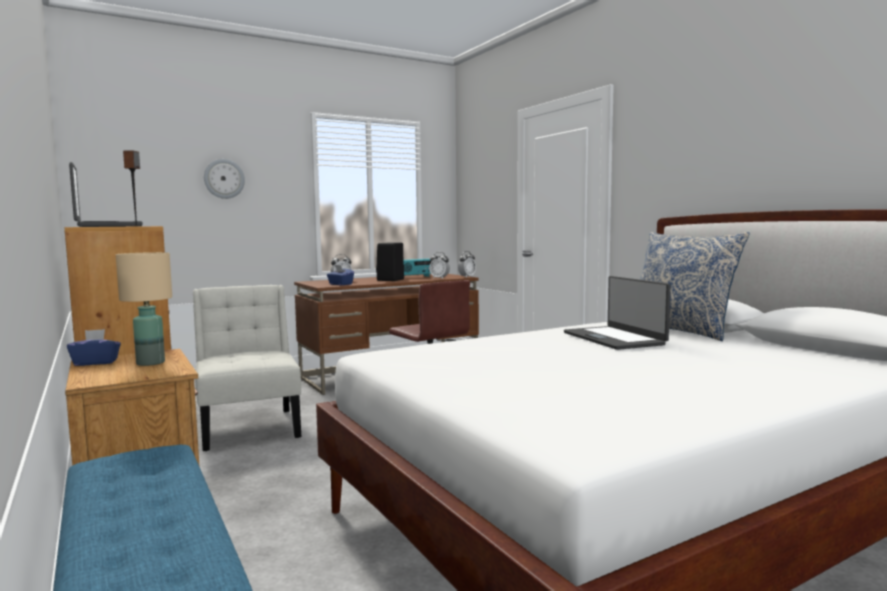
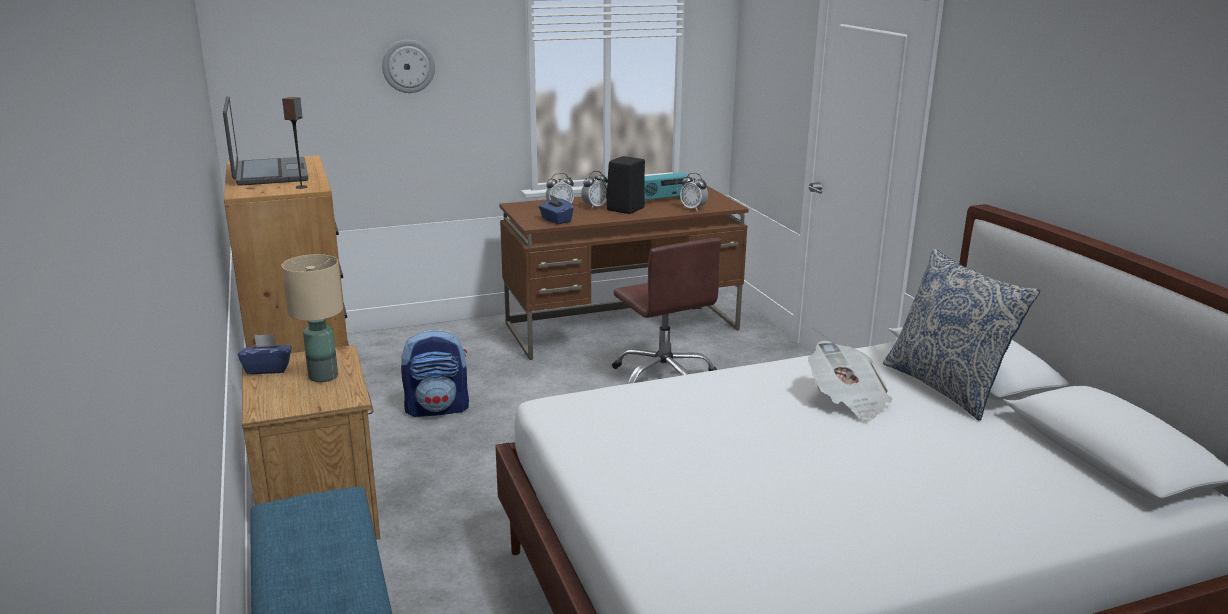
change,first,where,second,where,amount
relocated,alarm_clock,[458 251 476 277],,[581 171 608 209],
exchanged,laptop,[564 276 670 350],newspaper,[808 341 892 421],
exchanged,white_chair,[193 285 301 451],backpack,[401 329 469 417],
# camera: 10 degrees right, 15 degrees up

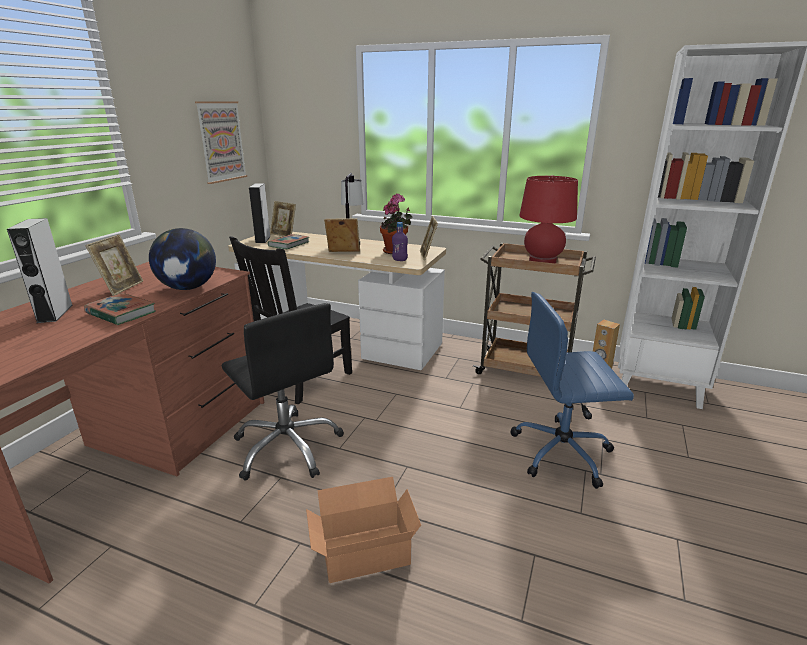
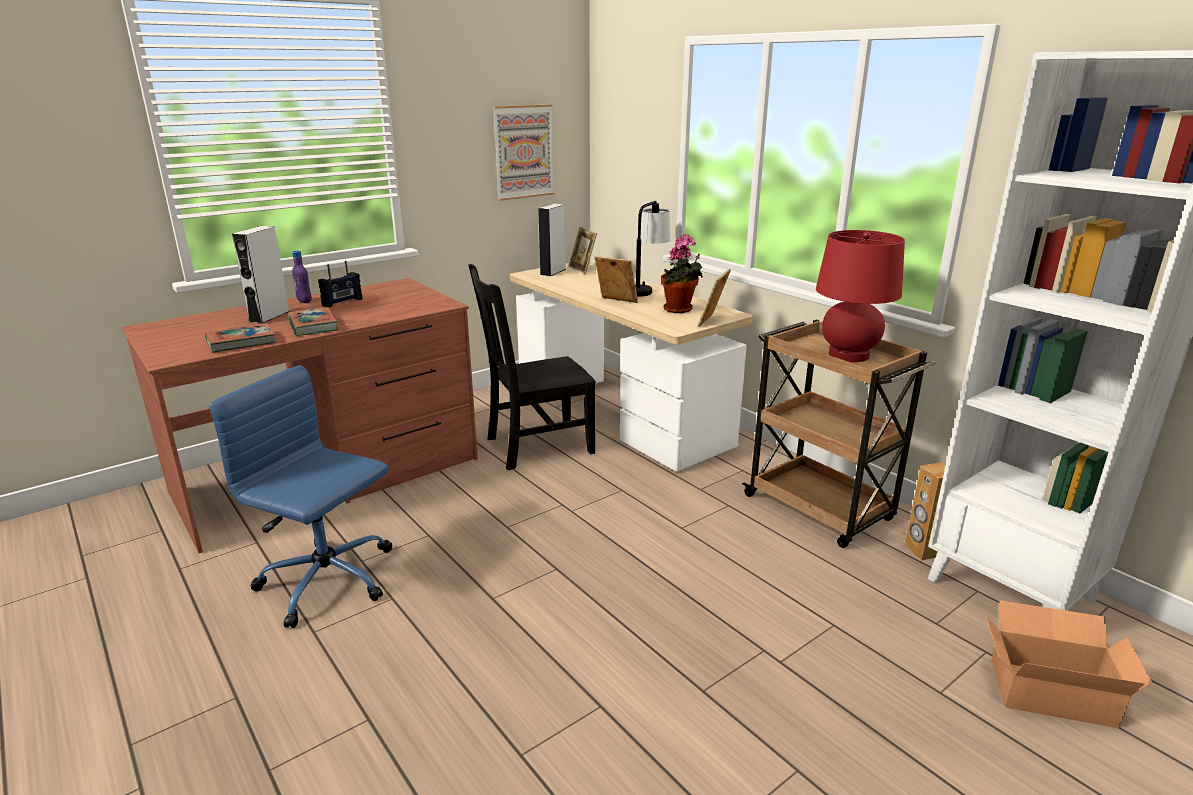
change,first,where,second,where,amount
relocated,purple_bottle,[392 222 408 261],,[292 251 312 303],
missing,globe,[149 228 216 290],,,
exchanged,picture_frame,[85 234 143 296],radio,[318 261 362 308],
relocated,book,[268 234 309 249],,[205 323 277 353],
relocated,blue_office_chair,[510 292 634 489],,[209 365 392 628],
missing,black_office_chair,[222 303 344 481],,,
relocated,cardboard_box,[306 477 421 583],,[986 600 1152 728],
# camera: 30 degrees right, 0 degrees up

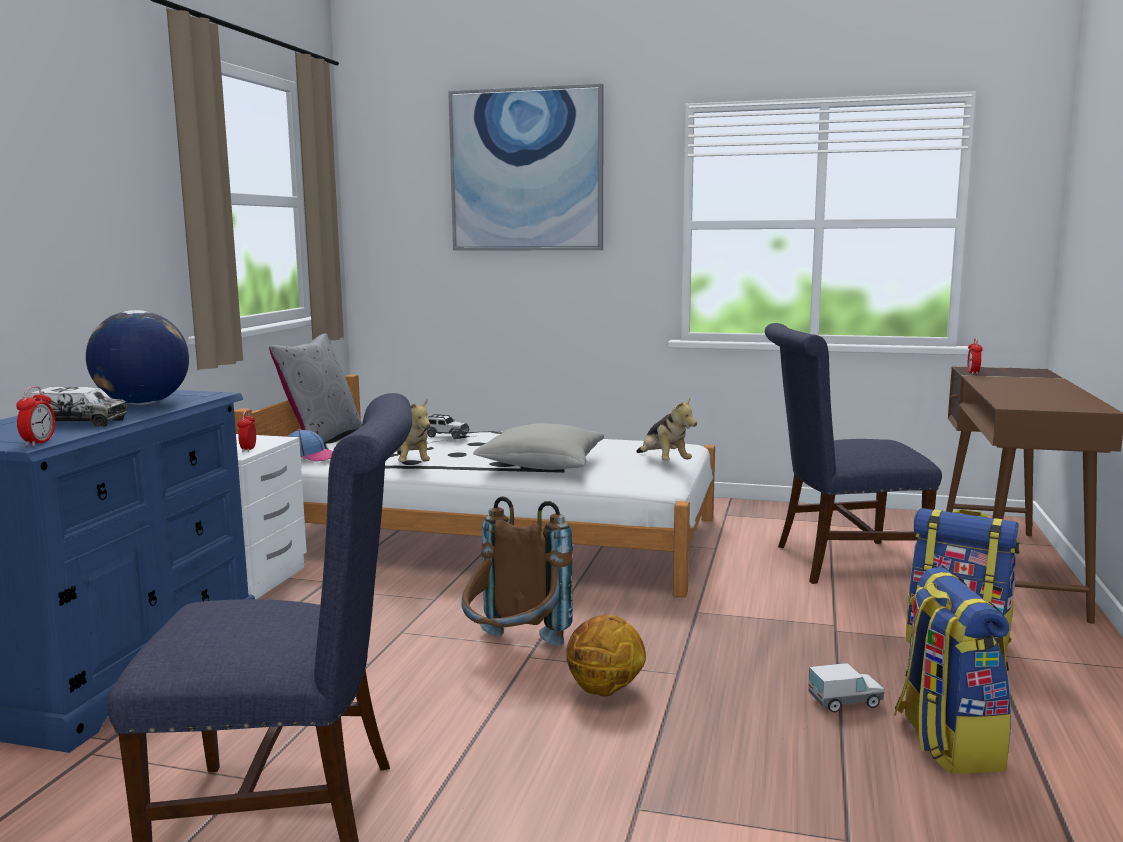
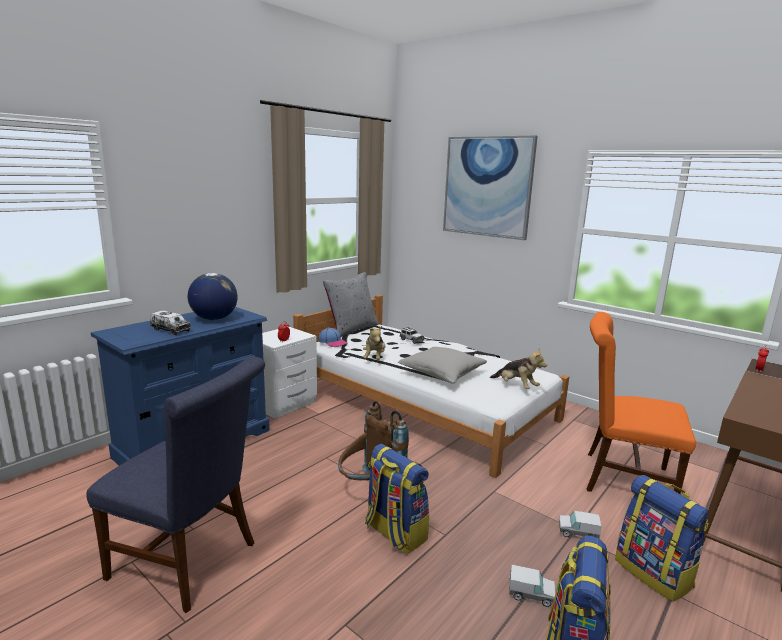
change,first,where,second,where,amount
colour,blue_chair,[765 323 942 584],orange_chair,[587 312 696 494],
missing,alarm_clock,[16 386 55 446],,,
spun,plush_toy,[636 398 697 460],,[490 348 547 389],45 degrees counterclockwise
exchanged,basketball,[566 615 646 696],backpack,[365 444 429 554],
appeared,,,toy_truck,[559 511 602 538],
# camera: 25 degrees right, 5 degrees up

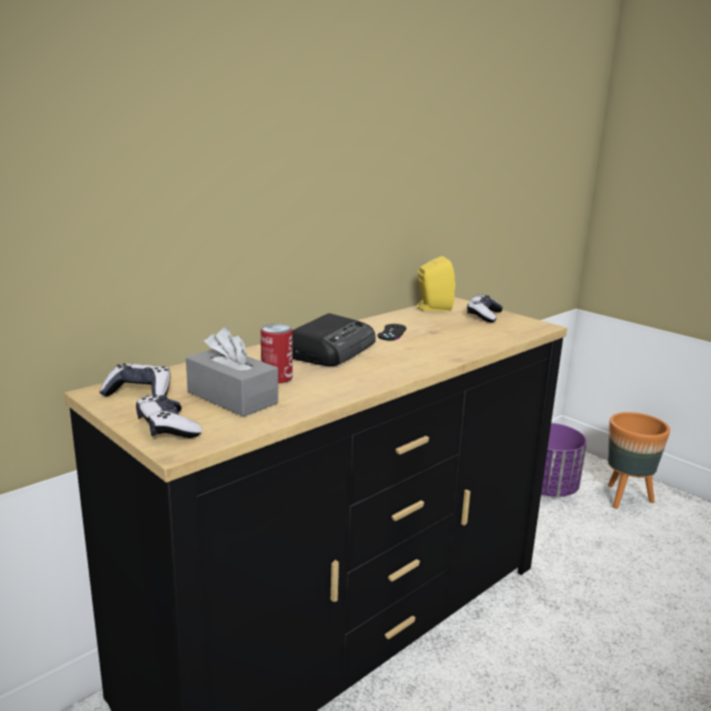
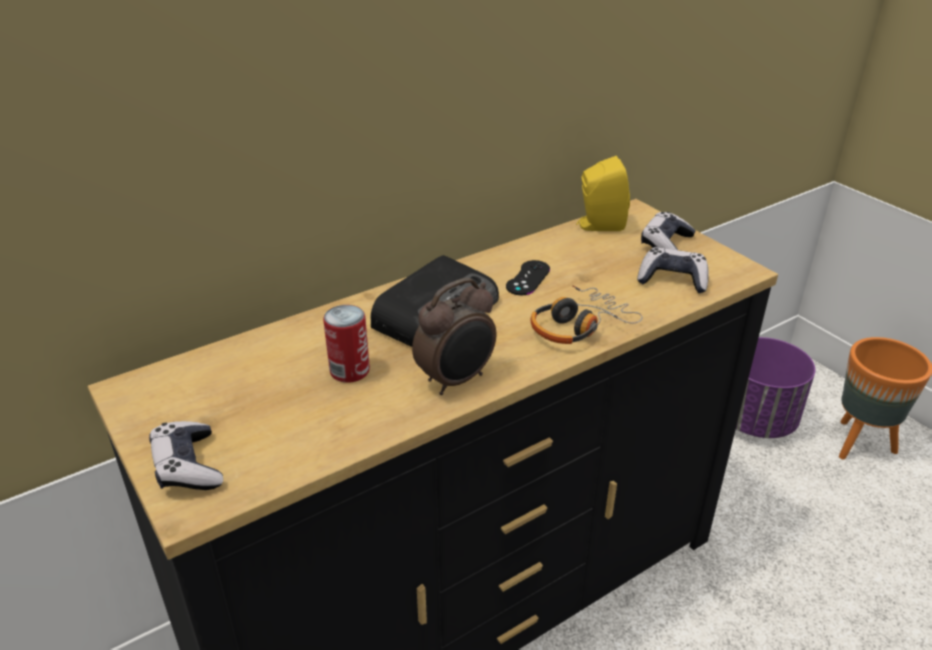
change,first,where,second,where,amount
missing,grey_tissue_box,[186 327 278 417],,,
relocated,game_controller,[99 364 171 397],,[637 247 709 293],
appeared,,,alarm_clock,[412 278 496 395],
appeared,,,headphones,[531 286 642 344],
# camera: 10 degrees right, 15 degrees up

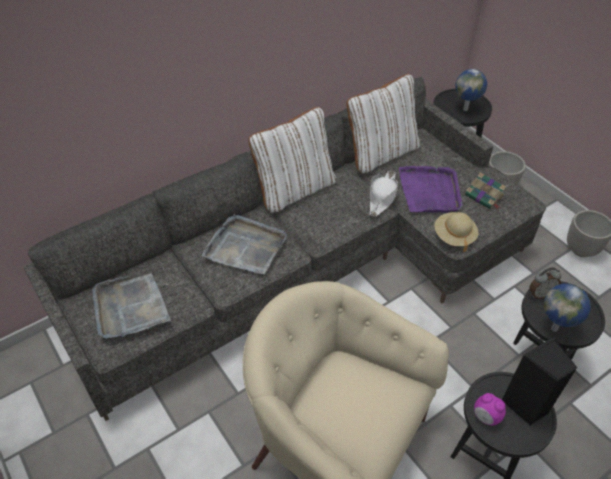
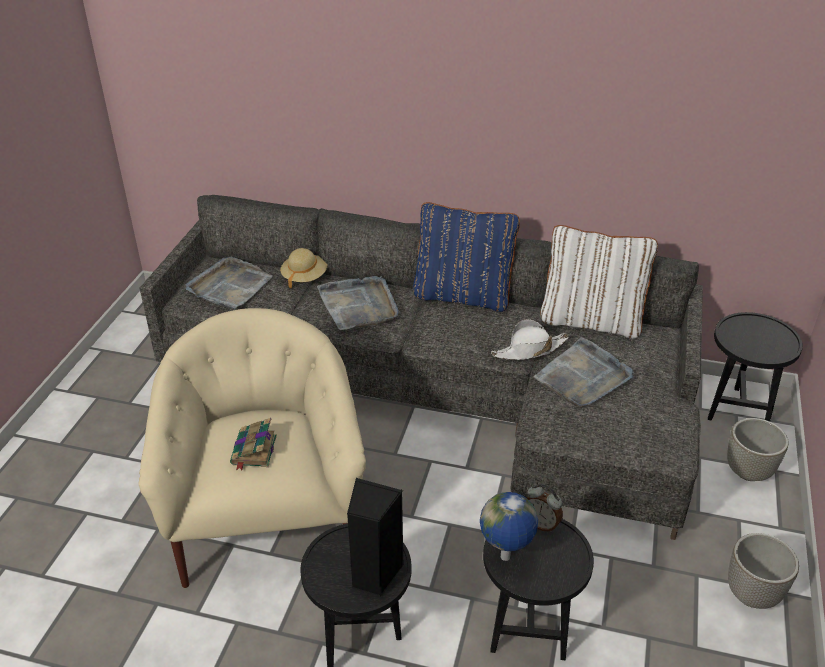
change,first,where,second,where,amount
missing,globe,[455 69 487 111],,,
colour,white_pillow,[248 107 336 213],blue_pillow,[413 202 520 312],
colour,purple_tray,[399 166 463 213],grey_tray,[534 337 634 408],
relocated,book,[465 172 506 209],,[230 418 277 470],
relocated,beige_hat,[434 212 479 252],,[280 248 328 289],
missing,alarm_clock,[474 393 506 426],,,
# camera: 50 degrees right, 10 degrees down

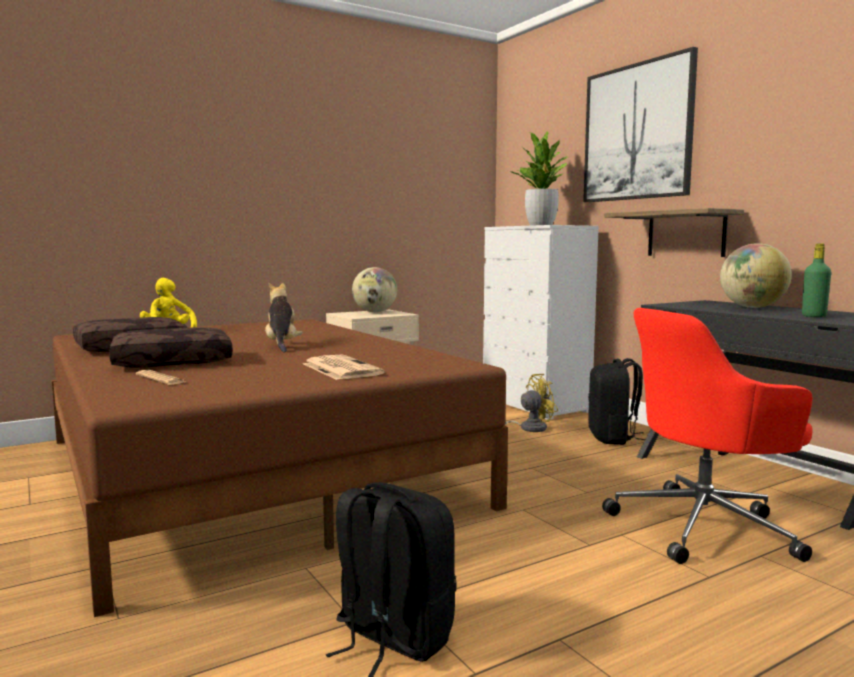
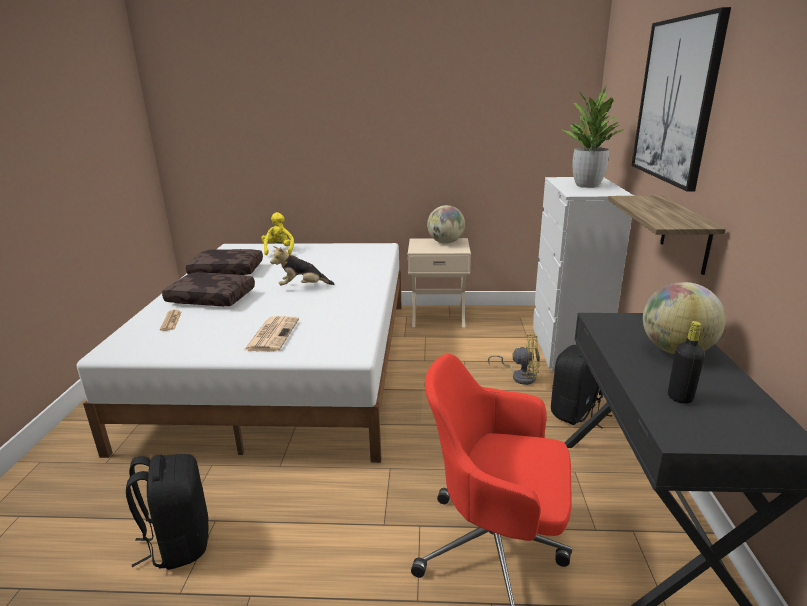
change,first,where,second,where,amount
colour,green_bottle,[802 243 831 317],black_bottle,[668 321 705 404],
spun,plush_toy,[265 282 303 352],,[270 246 334 285],120 degrees counterclockwise
colour,brown_bed,[51 319 508 617],white_bed,[77 243 402 463],
# camera: 35 degrees right, 15 degrees up

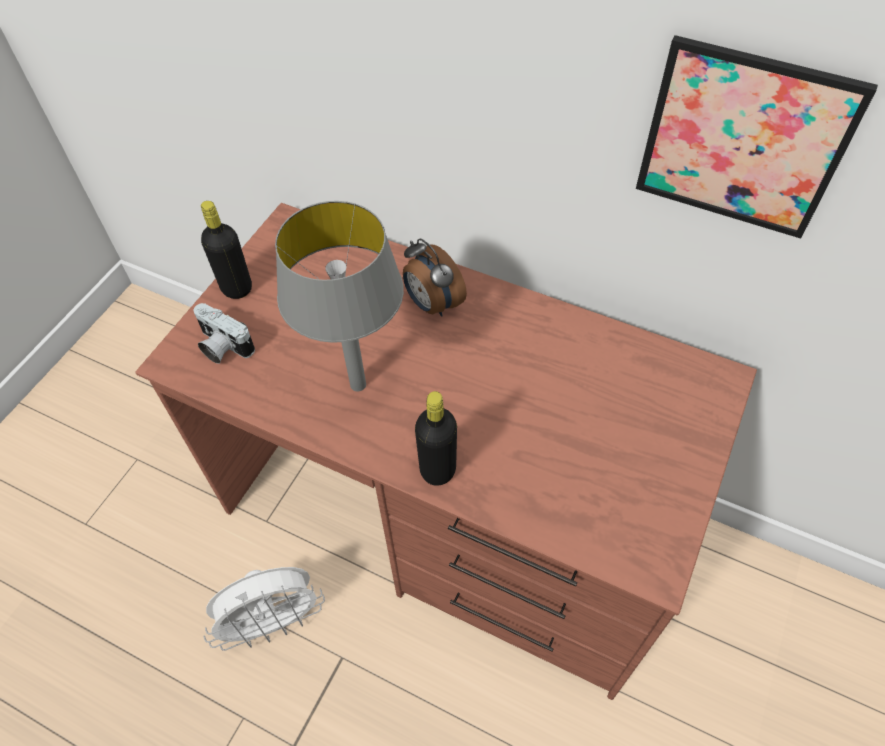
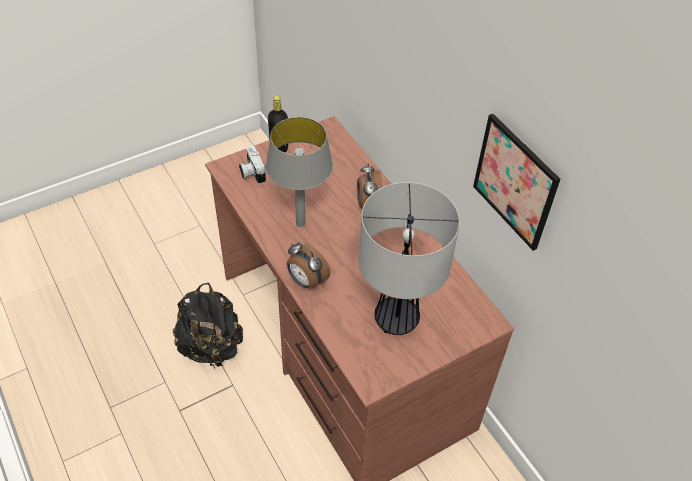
change,first,where,second,where,amount
exchanged,black_bottle,[415 391 457 486],alarm_clock,[287 242 330 289],
exchanged,white_fan,[204 567 325 651],black_backpack,[173 283 243 370],
appeared,,,table_lamp,[358 182 460 335],
# camera: 30 degrees right, 5 degrees down

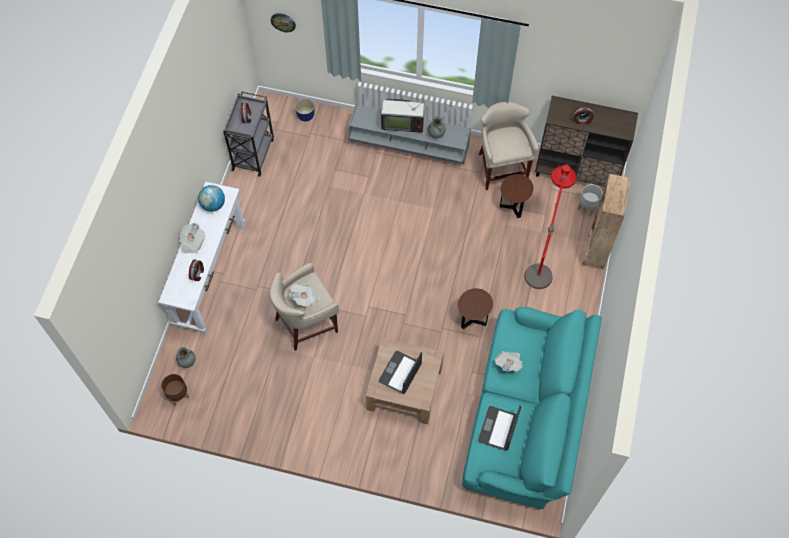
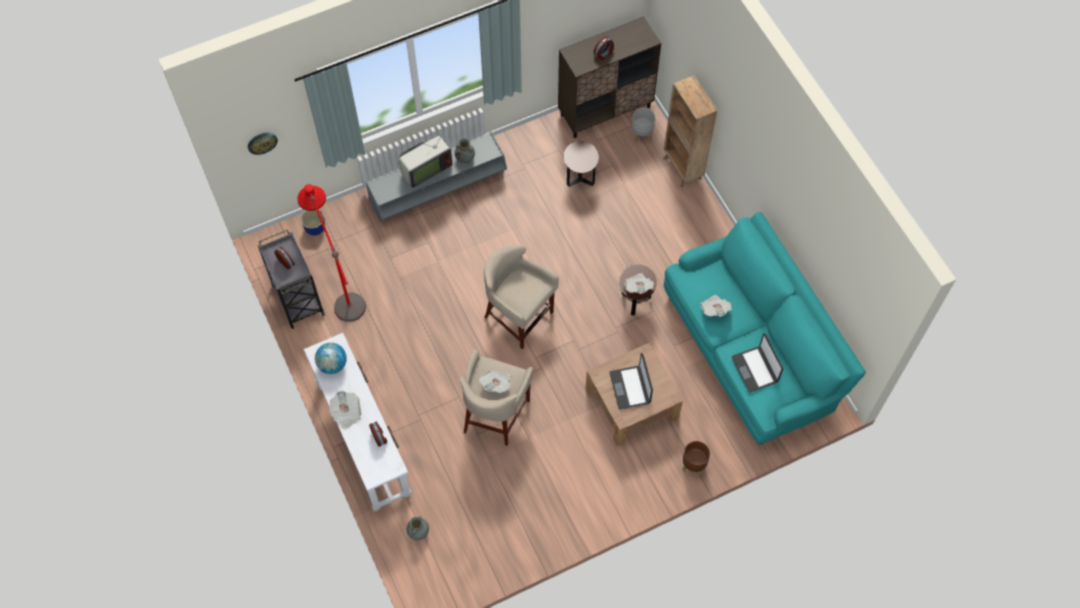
change,first,where,second,where,amount
relocated,beige_stool,[479 102 539 190],,[484 245 559 349],
relocated,red_floor_lamp,[524 164 576 289],,[297 184 366 322],
relocated,brown_planter,[161 374 189 406],,[682 441 710 476],
appeared,,,newspaper,[625 273 654 294],
# camera: 40 degrees left, 0 degrees up

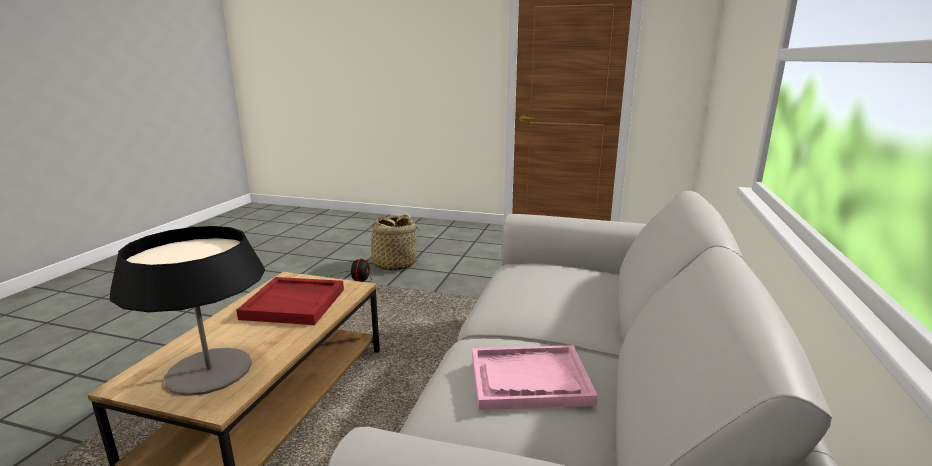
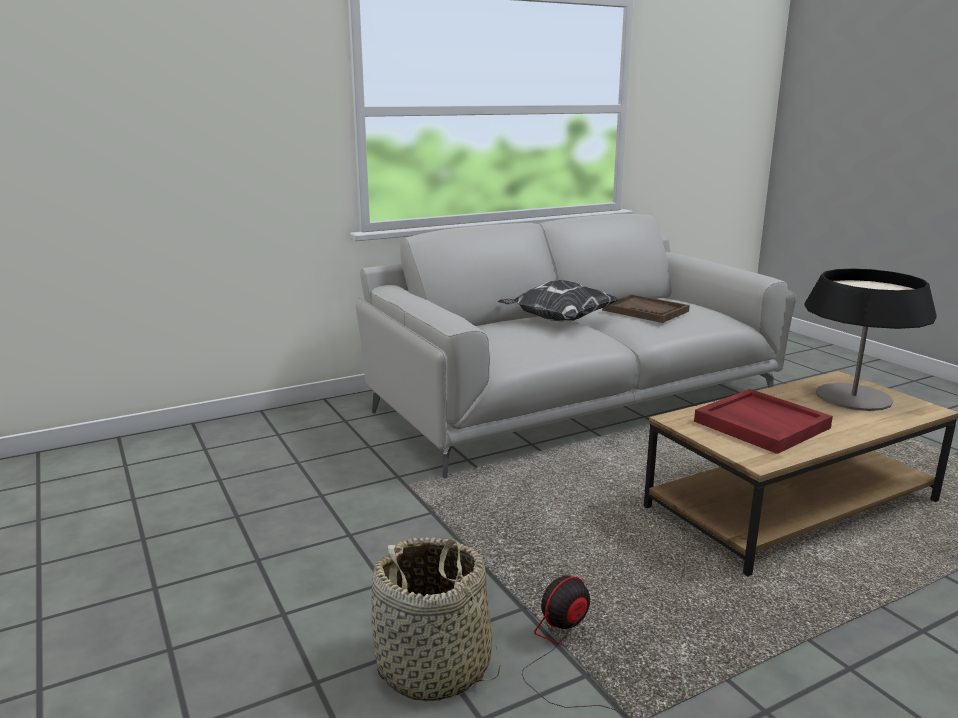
change,first,where,second,where,amount
colour,pink_tray,[472 345 598 410],brown_tray,[602 294 690 323],
appeared,,,pillow,[498 280 620 321],
# camera: 135 degrees left, 0 degrees up

